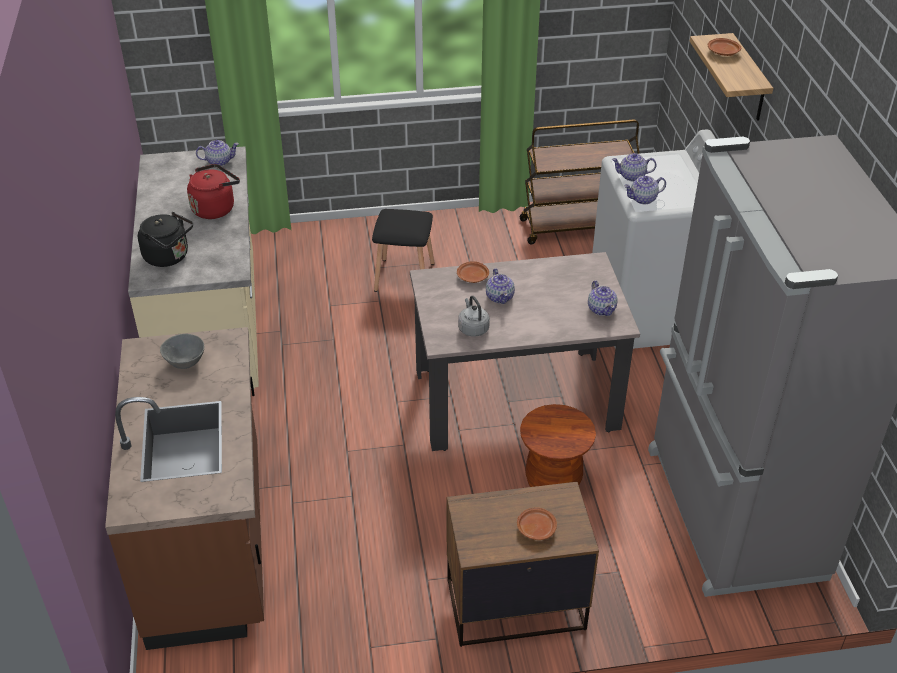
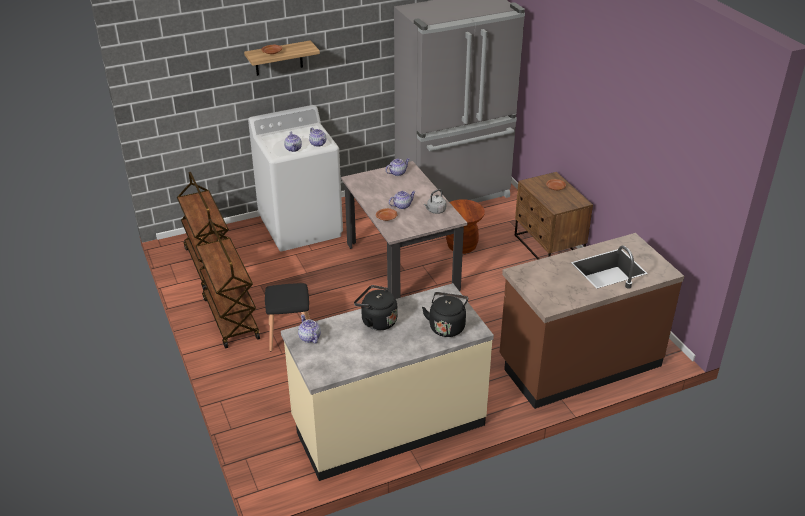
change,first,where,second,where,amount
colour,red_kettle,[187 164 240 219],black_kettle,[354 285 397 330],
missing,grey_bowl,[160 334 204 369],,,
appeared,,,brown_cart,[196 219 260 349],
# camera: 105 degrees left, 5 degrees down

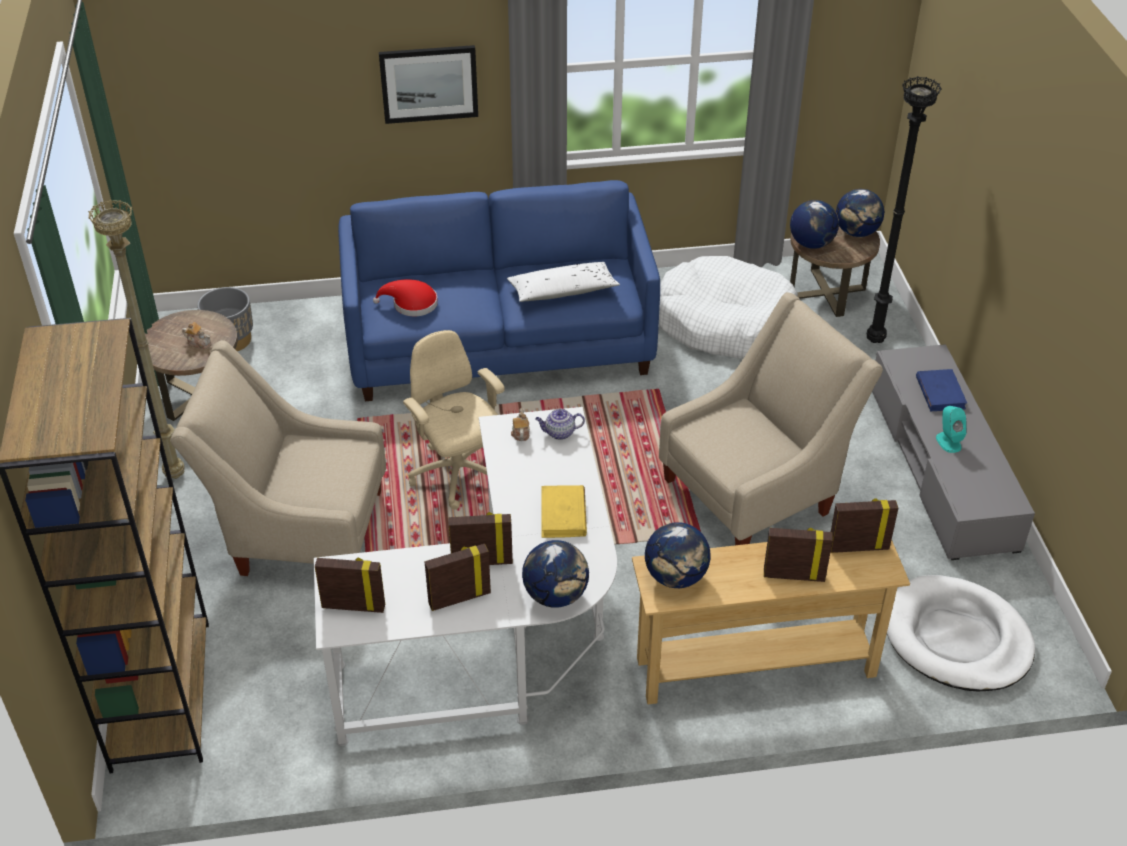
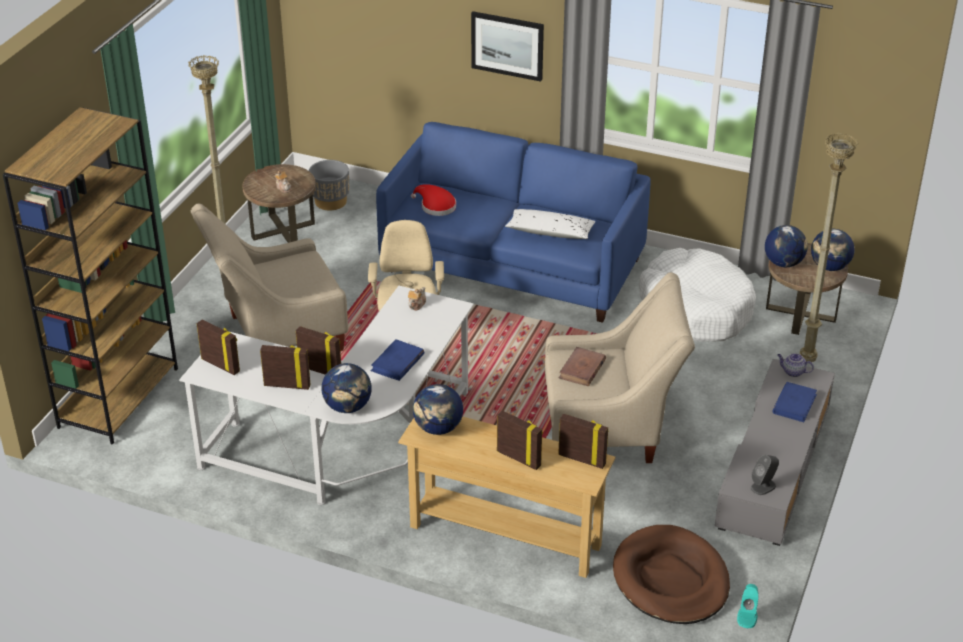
change,first,where,second,where,amount
colour,black_floor_lamp,[866 76 942 343],beige_floor_lamp,[799 133 858 362],
spun,beige_armchair,[170 340 386 576],,[191 203 348 351],60 degrees counterclockwise
relocated,turquoise_speaker,[936 406 966 453],,[737 584 759 628],
relocated,teapot,[535 409 585 440],,[777 353 814 377],
colour,yellow_book,[541 485 587 538],blue_book,[371 339 424 381],
colour,white_dog_bed,[887 575 1035 691],brown_dog_bed,[613 525 730 624],
appeared,,,brown_book,[559 347 606 386],
appeared,,,grey_speaker,[750 455 779 495],
# camera: 30 degrees right, 5 degrees down

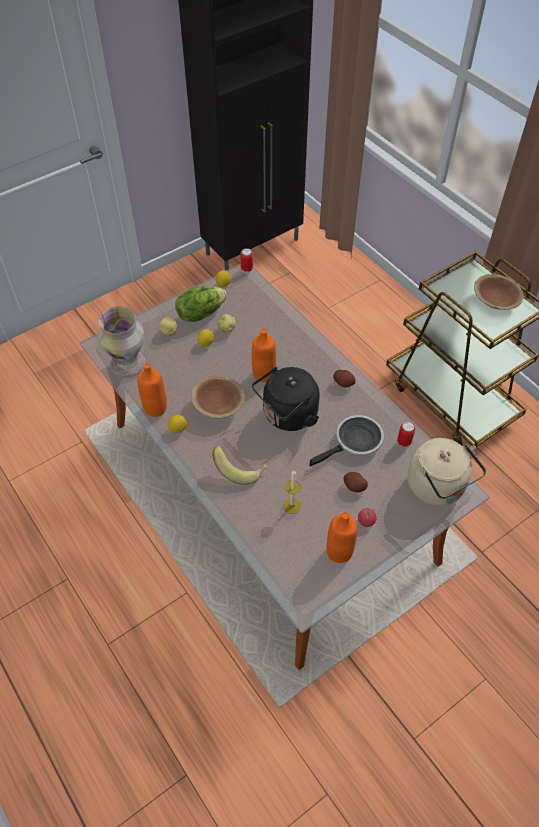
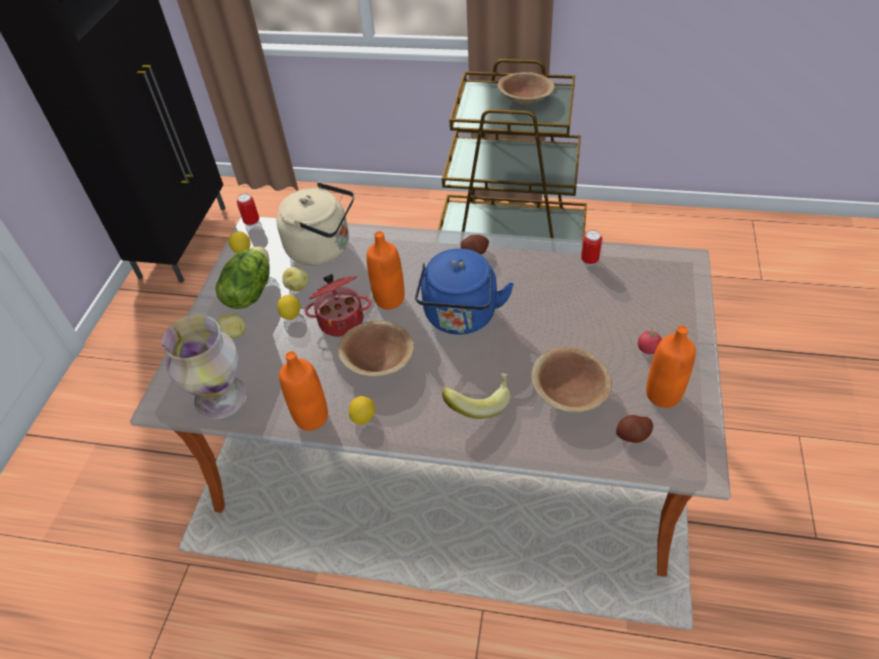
change,first,where,second,where,amount
colour,black_kettle,[252 367 320 431],blue_kettle,[415 248 514 335],
missing,frying_pan,[310 415 384 467],,,
relocated,beige_kettle,[408 438 487 506],,[277 182 354 266],
exchanged,candle,[283 470 301 514],brown_bowl,[531 347 612 413],
relocated,potato,[344 472 368 492],,[616 415 653 443],
appeared,,,cooking_pot,[305 274 371 337],
# camera: 40 degrees left, 5 degrees down

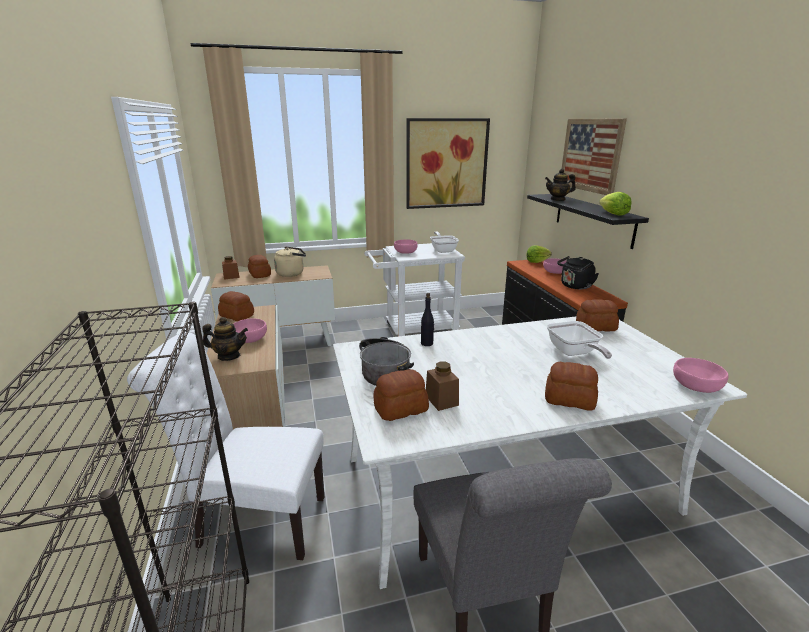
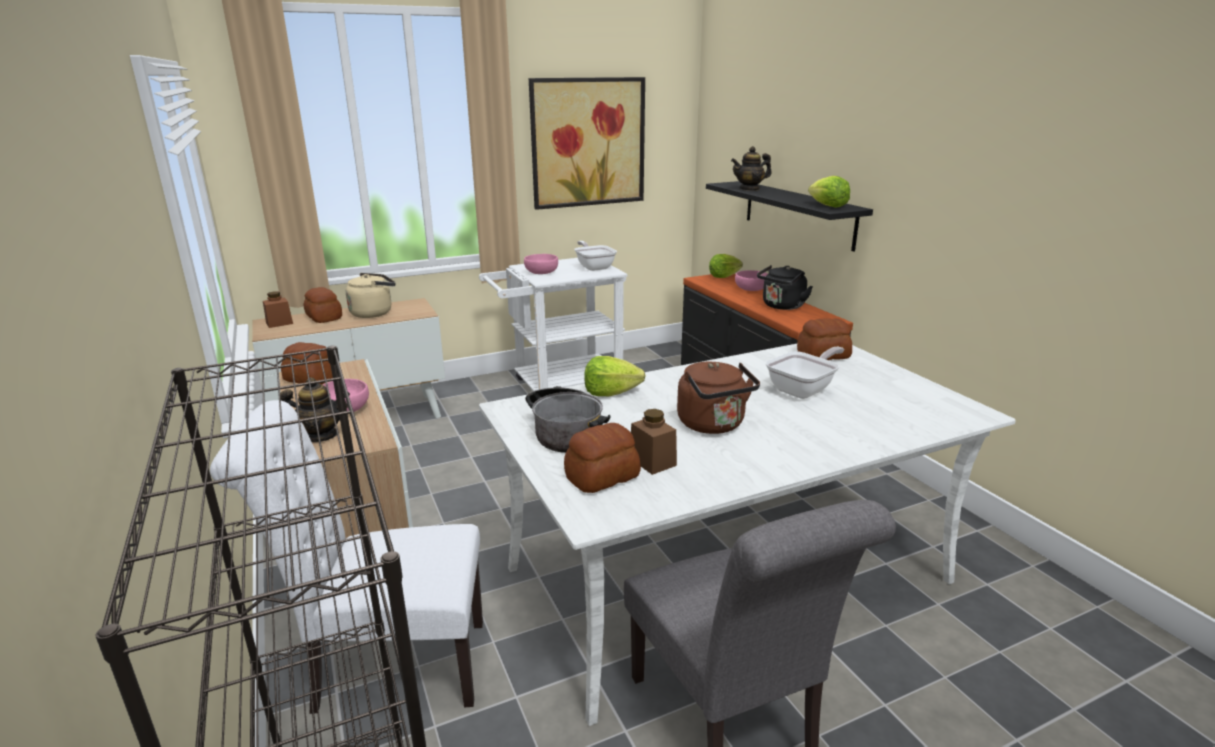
change,first,where,second,where,amount
missing,picture,[562 119 627 195],,,
exchanged,black_bottle,[421 293 434 346],lettuce,[584 356 646 396],
spun,frying_pan,[547 321 612 359],,[766 347 845 399],105 degrees counterclockwise
missing,pink_bowl,[673 358 728 393],,,
missing,bread,[545 362 598 411],,,
appeared,,,brown_kettle,[677 362 760 434],
# camera: 10 degrees left, 0 degrees up

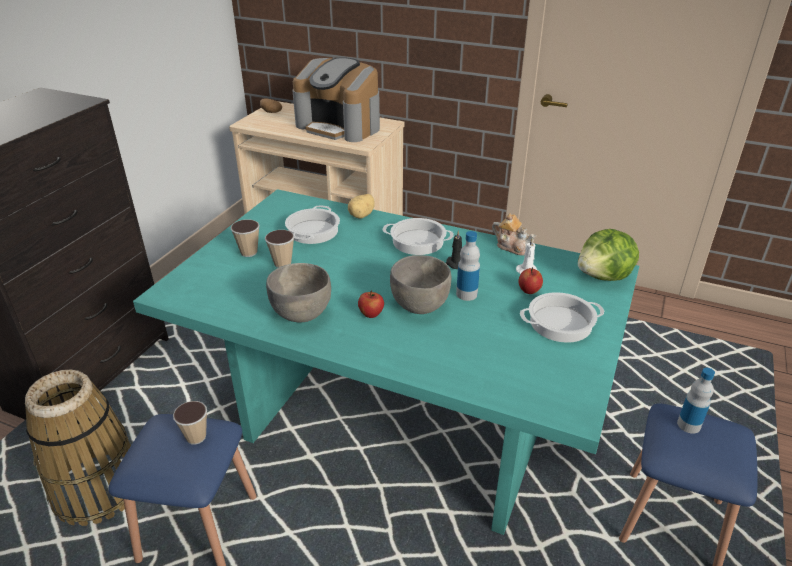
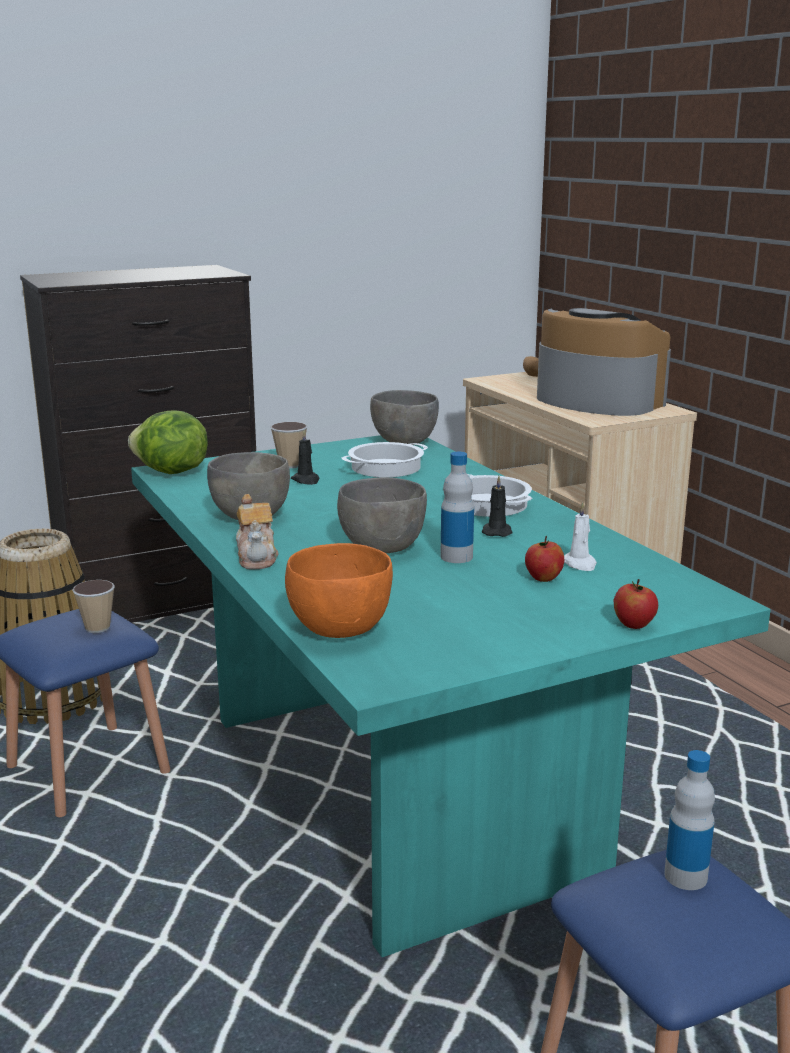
change,first,where,second,where,amount
spun,coffee_machine,[292 57 380 142],,[537 308 671 416],150 degrees clockwise
missing,potato,[348 194 375 219],,,
relocated,teapot,[492 213 537 256],,[236 494 279 569],
relocated,lettuce,[578 229 639 281],,[128 410 208 474],
exchanged,cup,[265 230 295 268],black_candle,[291 430 319 485],
relocated,apple,[358 291 384 318],,[613 579 658 629],
missing,cooking_pot,[520 292 605 343],,,
appeared,,,grey_bowl,[370 390 439 445],
appeared,,,orange_bowl,[285 543 393 638],
# camera: 40 degrees right, 15 degrees down

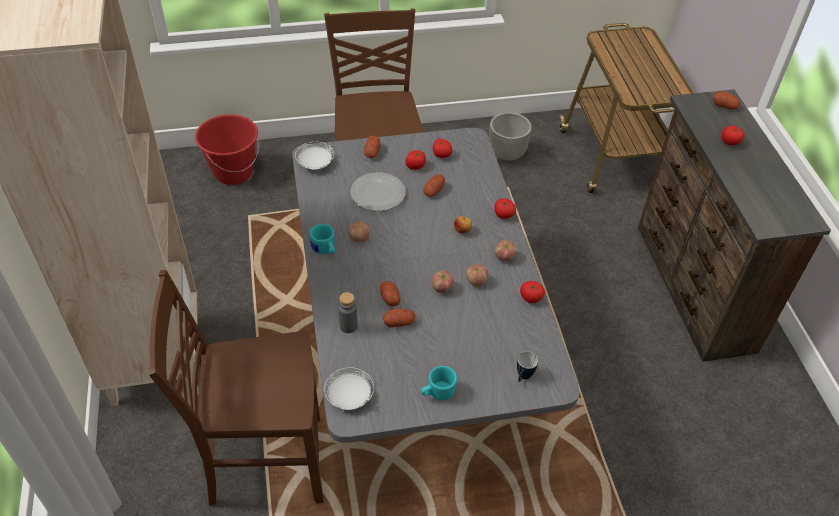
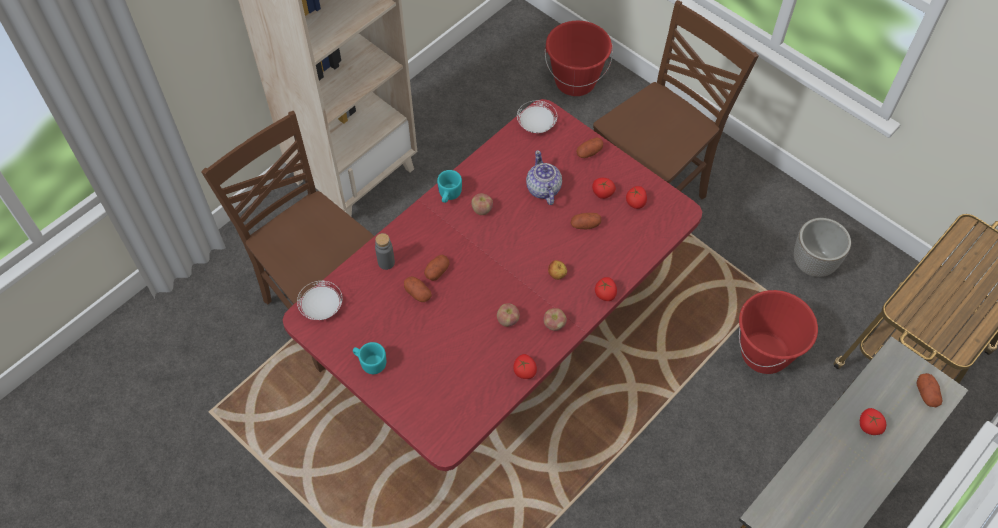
change,first,where,second,where,amount
colour,grey_dining_table,[292 128 580 443],red_dining_table,[282 99 702 471],
exchanged,plate,[350 172 406 211],teapot,[526 150 562 205],
missing,apple,[432 271 454 293],,,
missing,mug,[517 351 538 382],,,
appeared,,,red_bucket,[739 290 818 374],
# camera: 55 degrees right, 10 degrees up

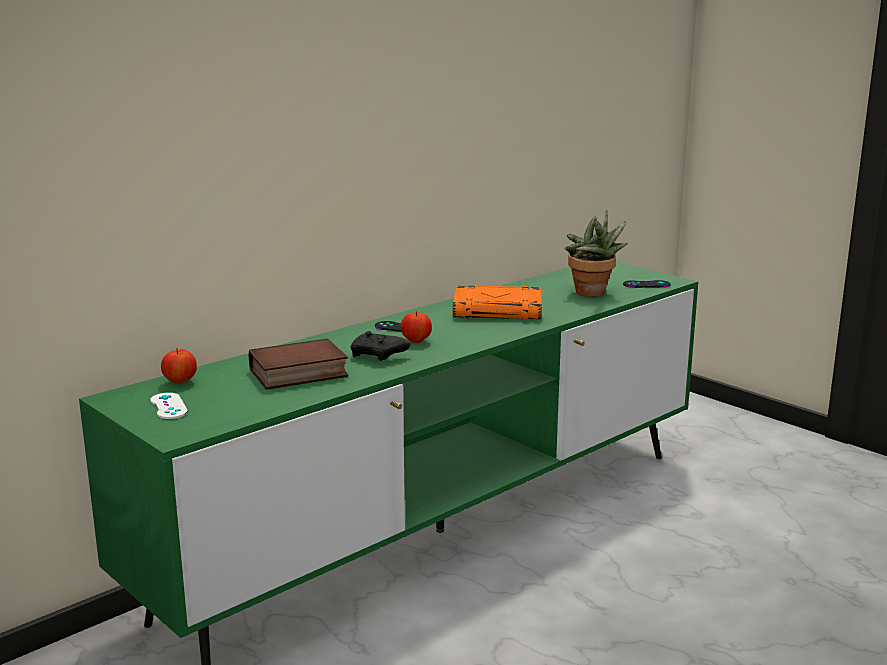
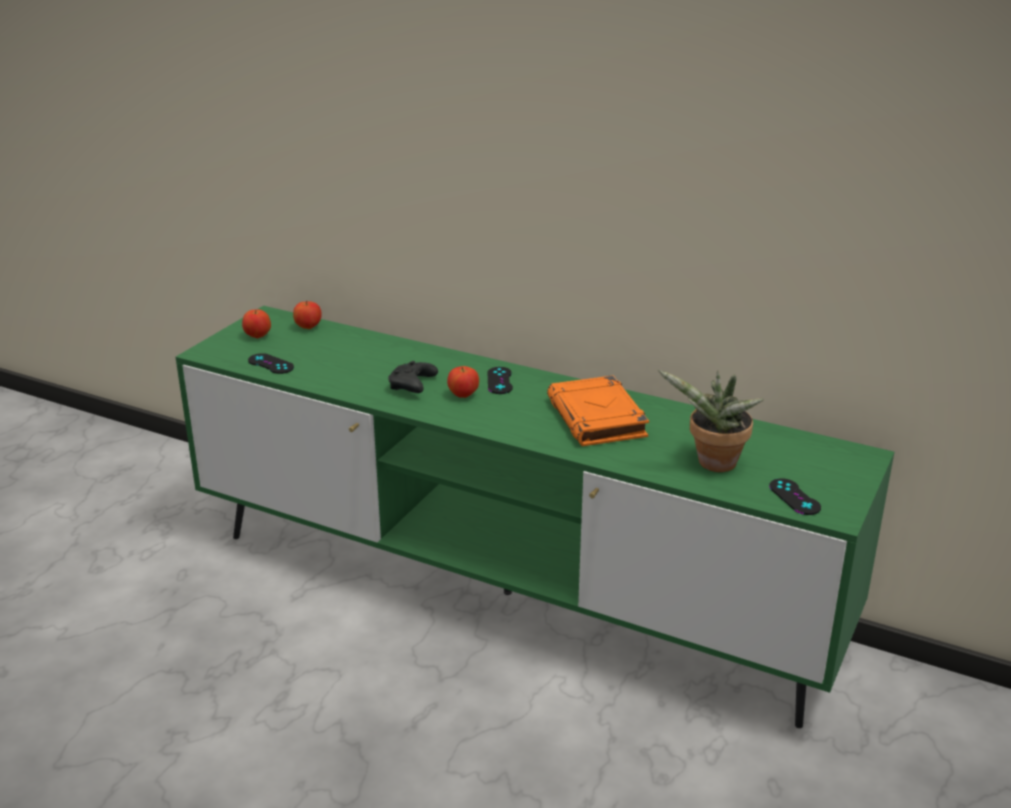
change,first,where,second,where,amount
missing,book,[249 338 348 390],,,
exchanged,white_game_controller,[150 393 188 419],apple,[242 310 271 338],
appeared,,,black_game_controller,[248 353 294 374],
# camera: 70 degrees right, 10 degrees up

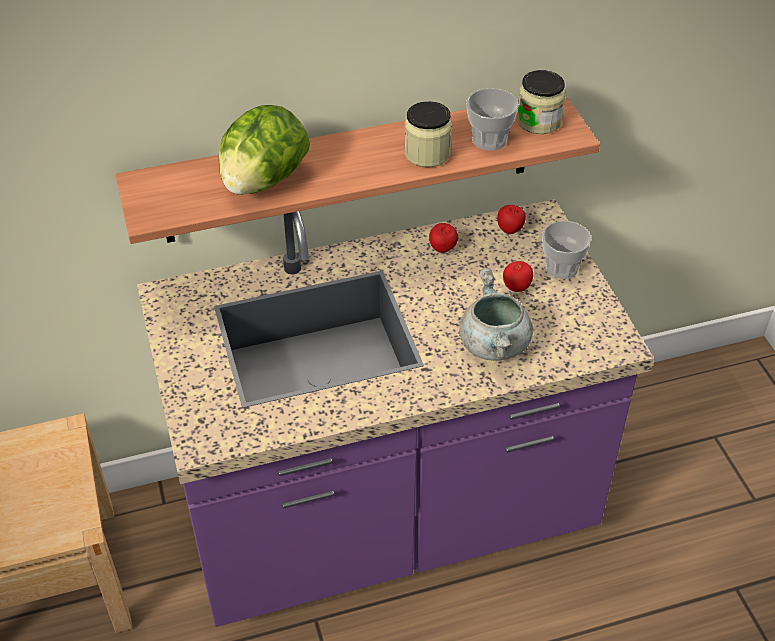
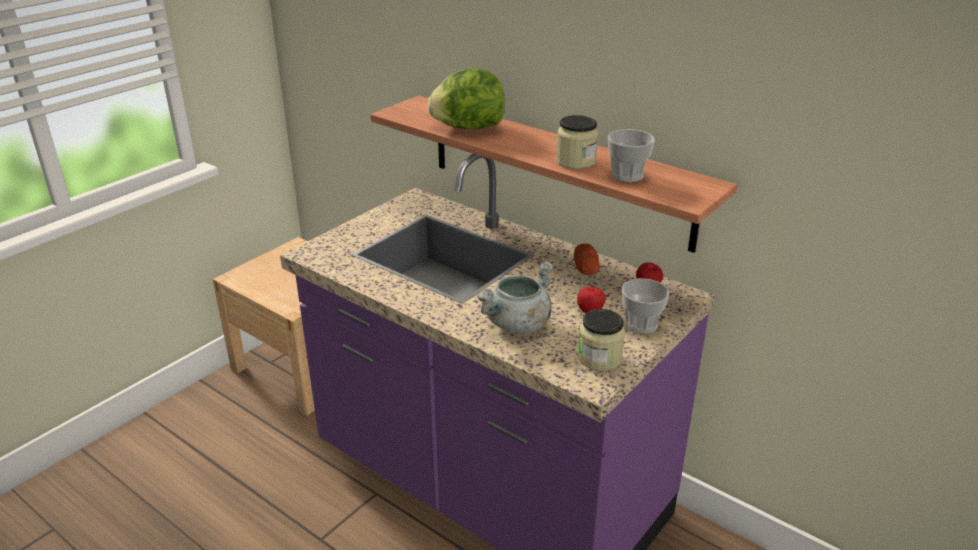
change,first,where,second,where,amount
relocated,jar,[517 70 566 134],,[578 309 625 371],
exchanged,apple,[429 223 458 253],potato,[574 244 600 275],
# camera: 55 degrees right, 15 degrees down

